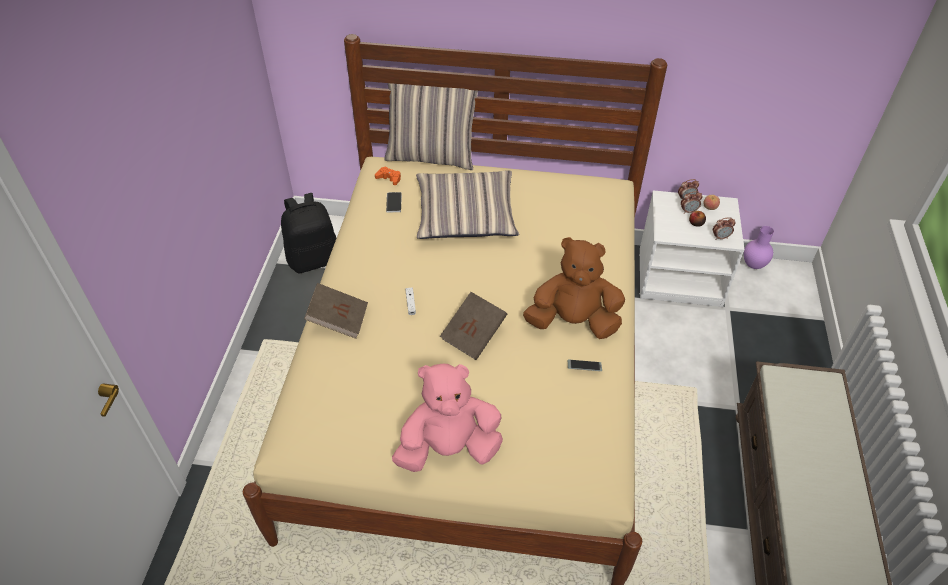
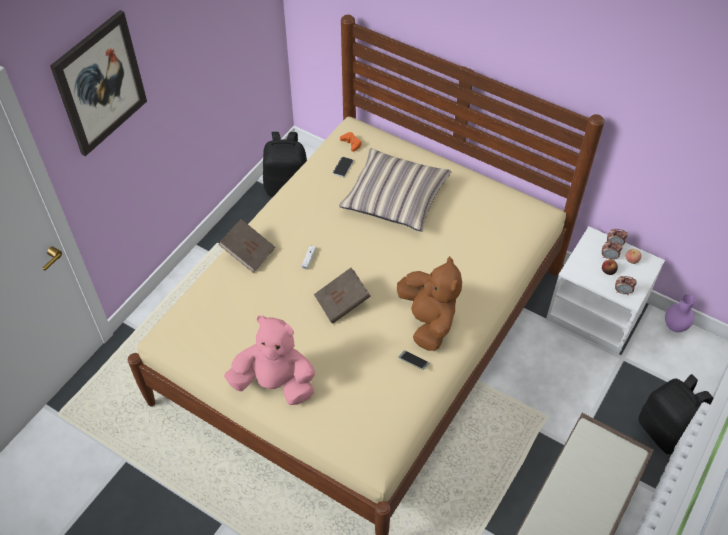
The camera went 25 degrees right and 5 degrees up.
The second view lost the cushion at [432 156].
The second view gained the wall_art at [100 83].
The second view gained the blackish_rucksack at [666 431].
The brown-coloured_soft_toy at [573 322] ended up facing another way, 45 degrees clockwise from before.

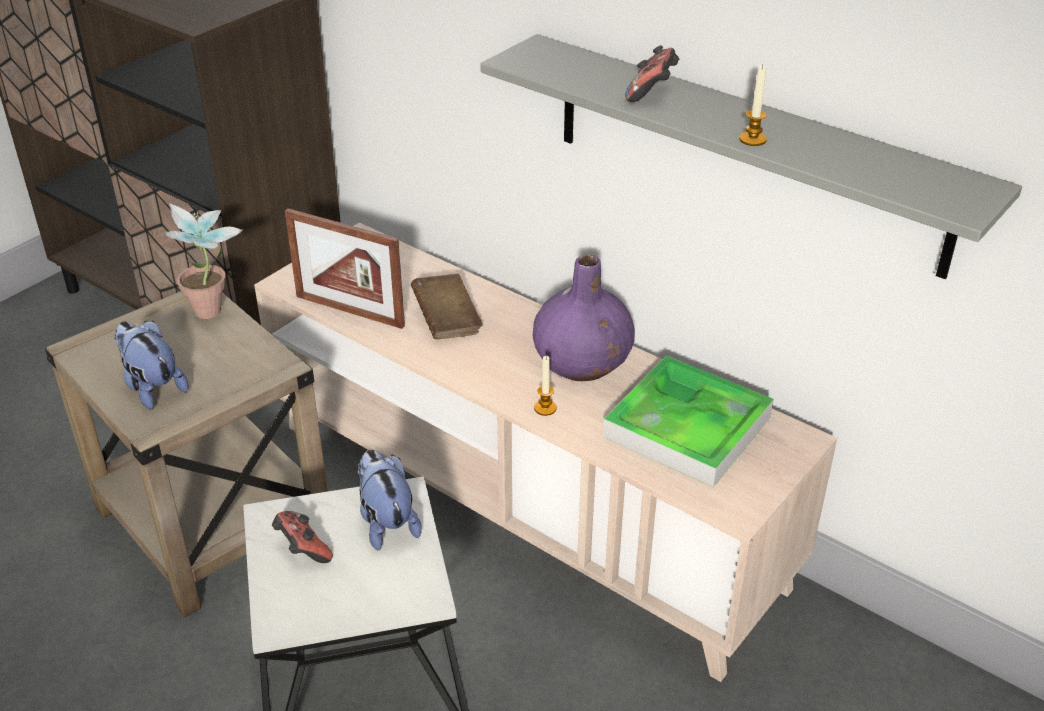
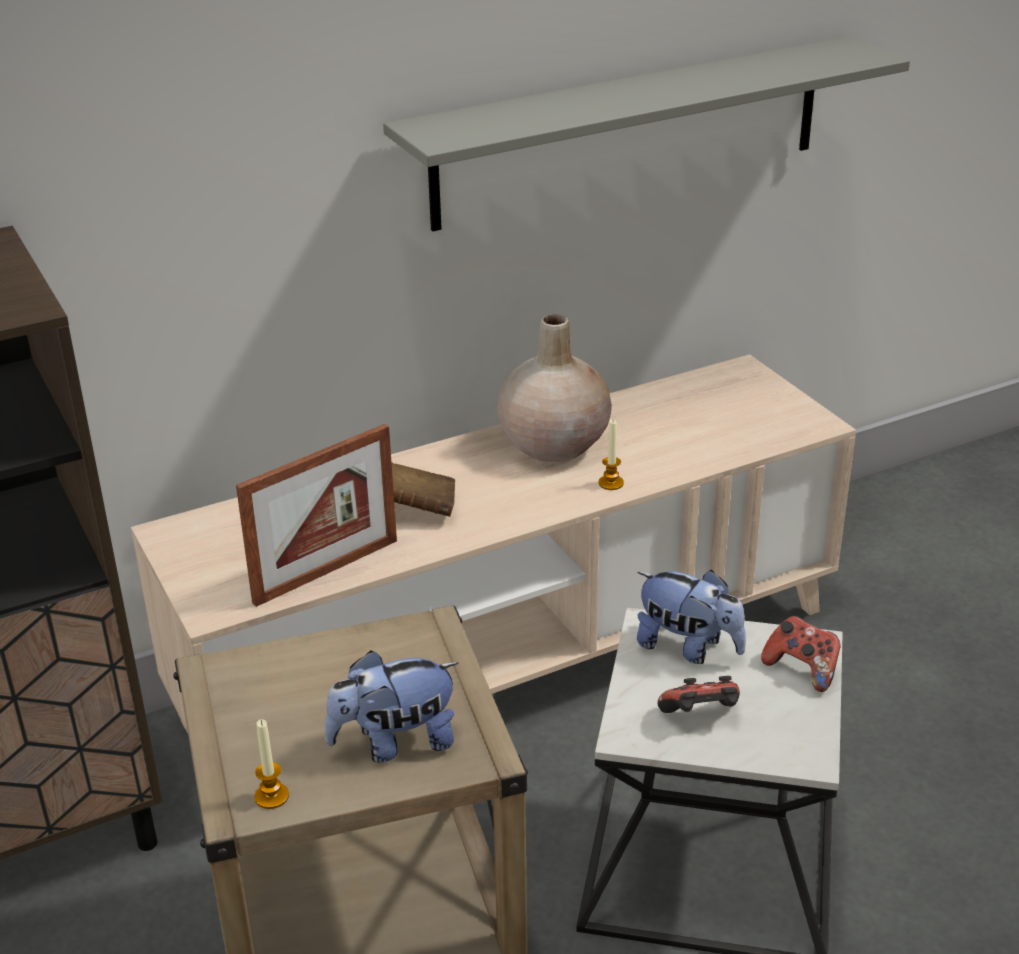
The camera went 65 degrees left and 5 degrees down.
The second view lost the houseplant at [214 315].
The second view lost the carrying_tray at [687 427].
The gamepad ended up elsewhere, having gone from [652 93] to [802 669].
The candle ended up elsewhere, having gone from [752 139] to [271 796].
What was the purple_flower_vase at [583 363] turned into the beige-coloured_flower_vase at [554 444].
The soft_toy at [386 522] ended up facing another way, 150 degrees counterclockwise from before.

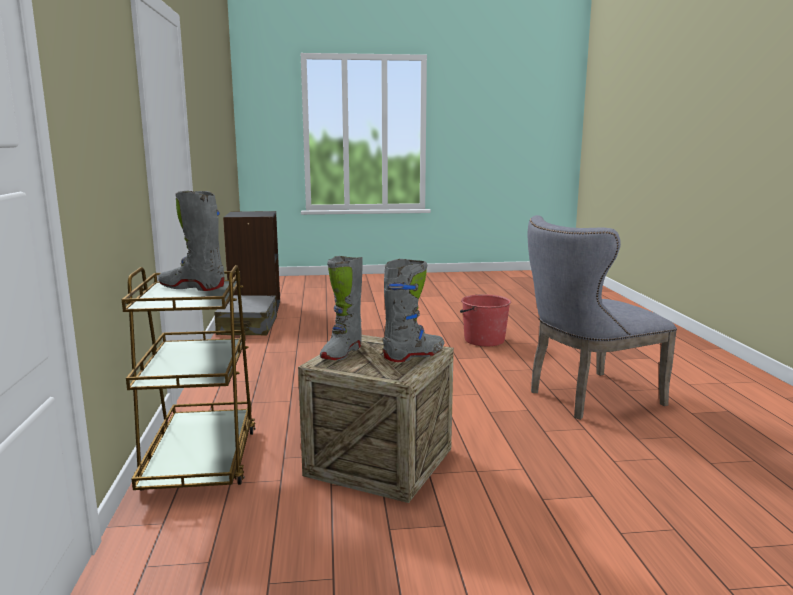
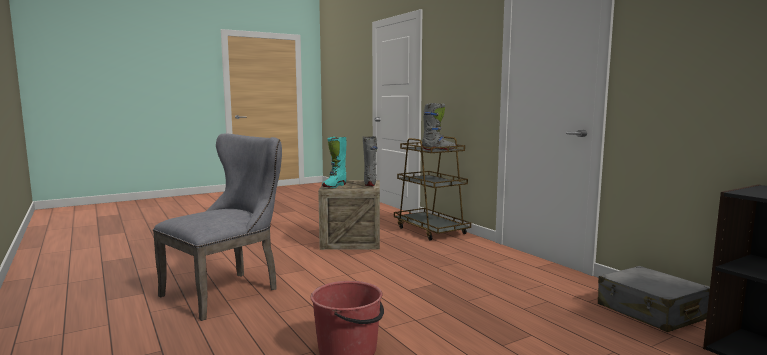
The camera went 155 degrees right and 5 degrees down.
What was the greyish_tall_boot at [414 355] turned into the turquoise-coloured_tall_boot at [334 186].

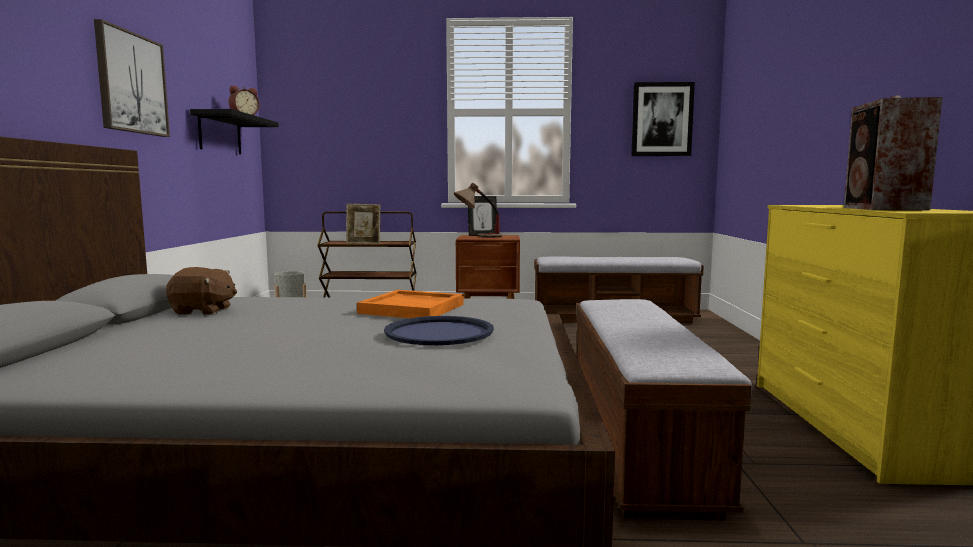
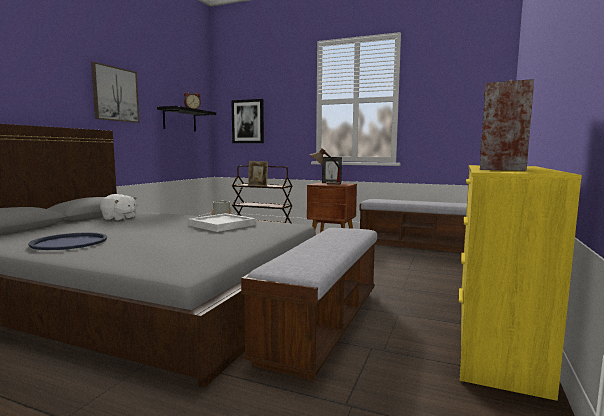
The camera went 20 degrees right and 0 degrees up.
The blue-coloured_carrying_tray ended up elsewhere, having gone from [439 332] to [69 242].
The wall_art ended up elsewhere, having gone from [662 119] to [248 121].
What was the brown-coloured_soft_toy at [203 311] turned into the white_soft_toy at [119 218].
What was the orangey_carrying_tray at [413 308] turned into the white_carrying_tray at [222 225].

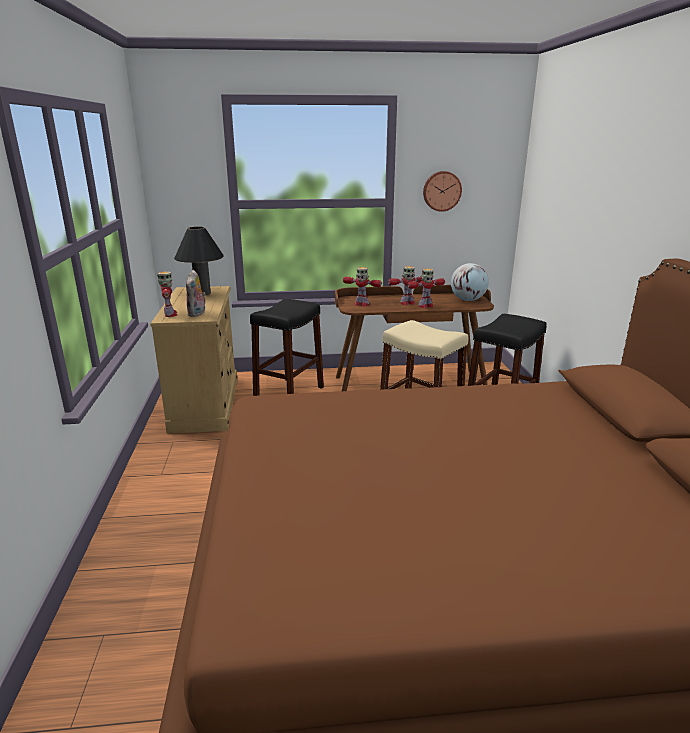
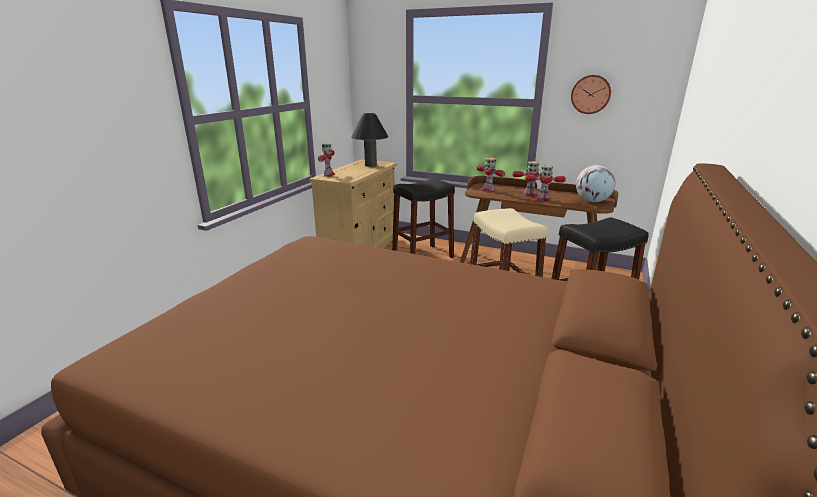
The camera went 30 degrees right and 0 degrees up.
The second view lost the soft_toy at [197 314].

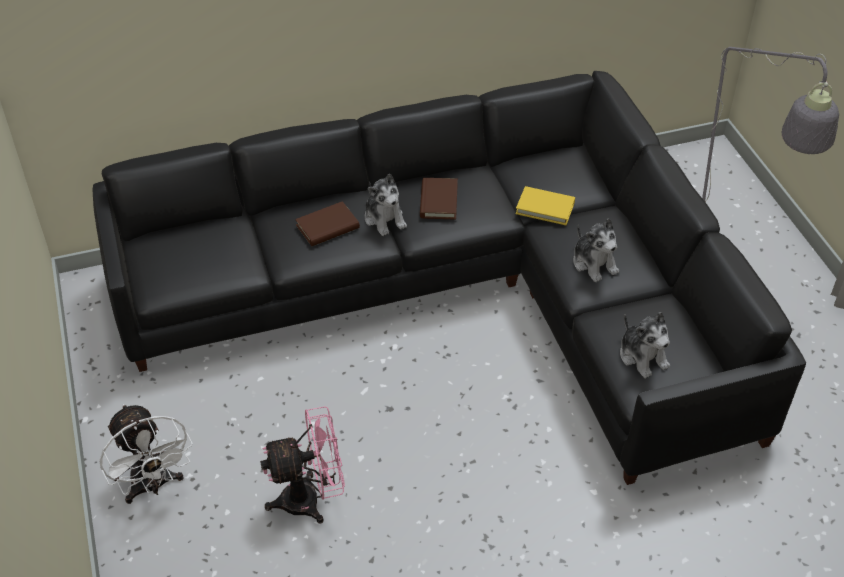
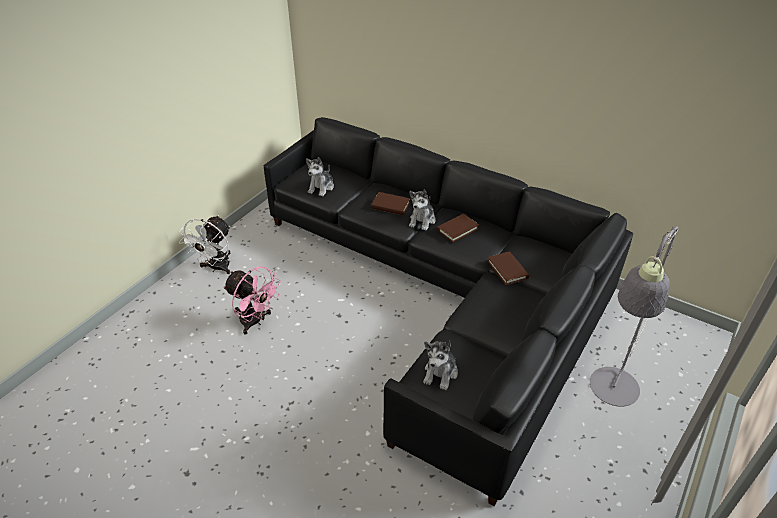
The camera went 50 degrees right and 5 degrees down.
The soft_toy ended up elsewhere, having gone from [594 263] to [321 187].
What was the yellowish_book at [545 208] turned into the brown-coloured_book at [507 270].

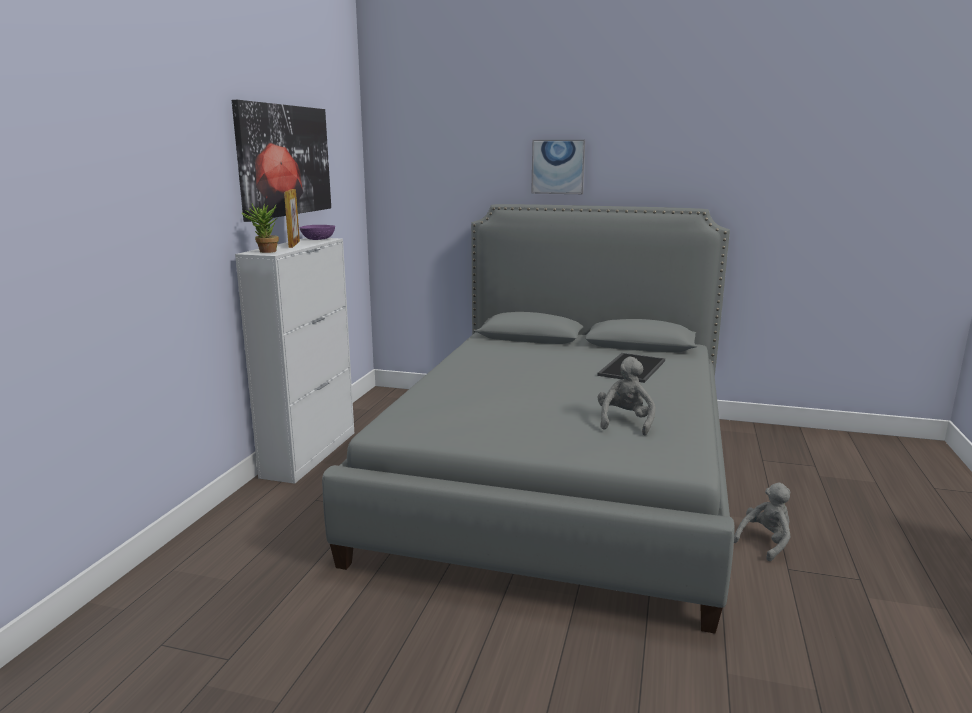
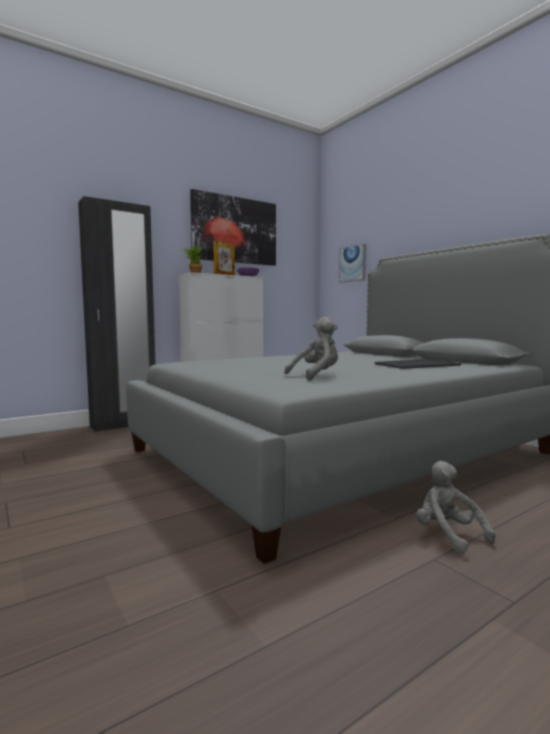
The camera went 40 degrees right and 10 degrees down.
The second view gained the blackish_clothes_cupboard at [124 424].
The wall_art ended up elsewhere, having gone from [558 167] to [352 264].
The greyish_soft_toy at [765 542] ended up facing another way, 120 degrees counterclockwise from before.

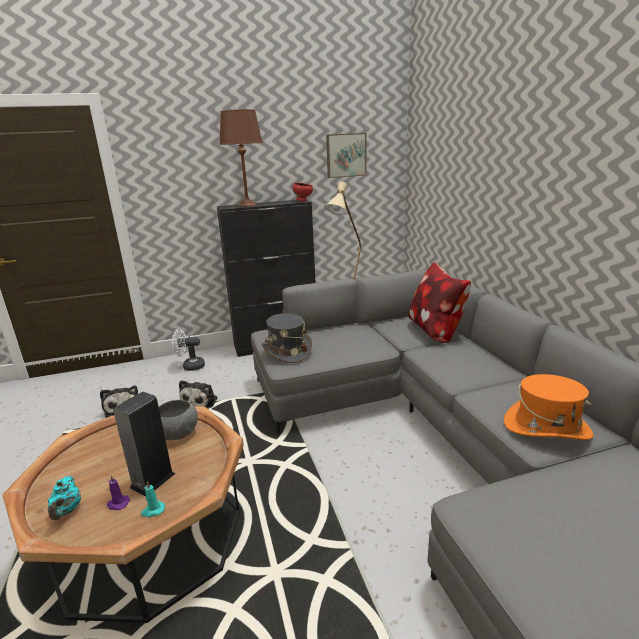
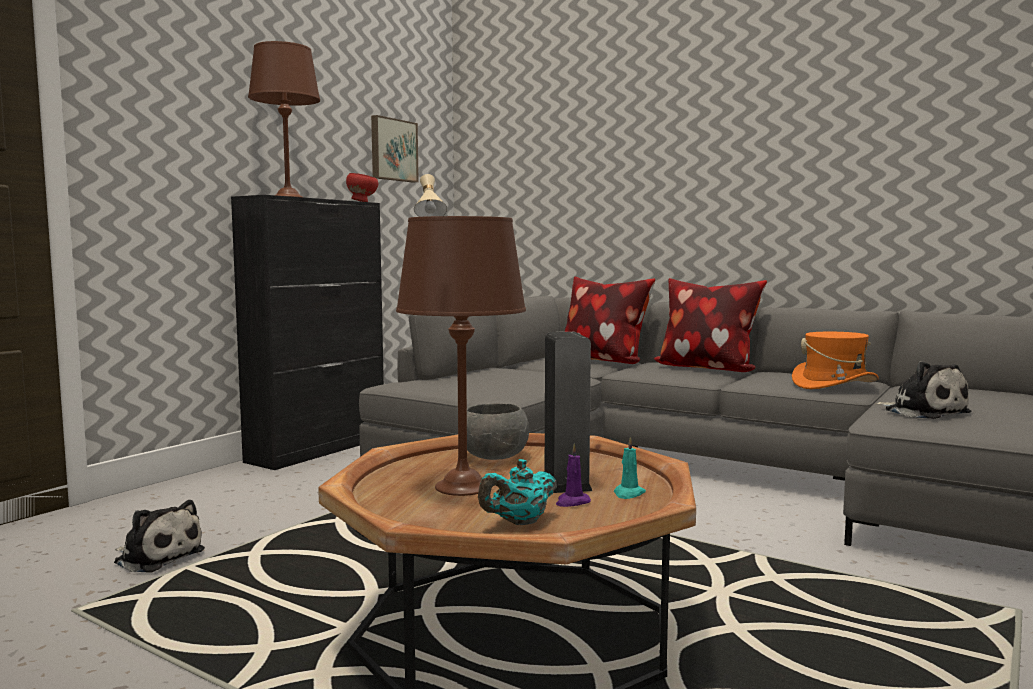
The camera went 40 degrees left and 15 degrees down.
The second view lost the white_electric_fan at [190 366].
The second view lost the greyish_hat at [287 351].
The second view gained the brown-coloured_table_lamp at [463 487].
The second view gained the cushion at [706 368].
The soft_toy ended up elsewhere, having gone from [201 401] to [923 412].
The turquoise-coloured_pot_for_tea at [67 511] ended up facing another way, 105 degrees clockwise from before.

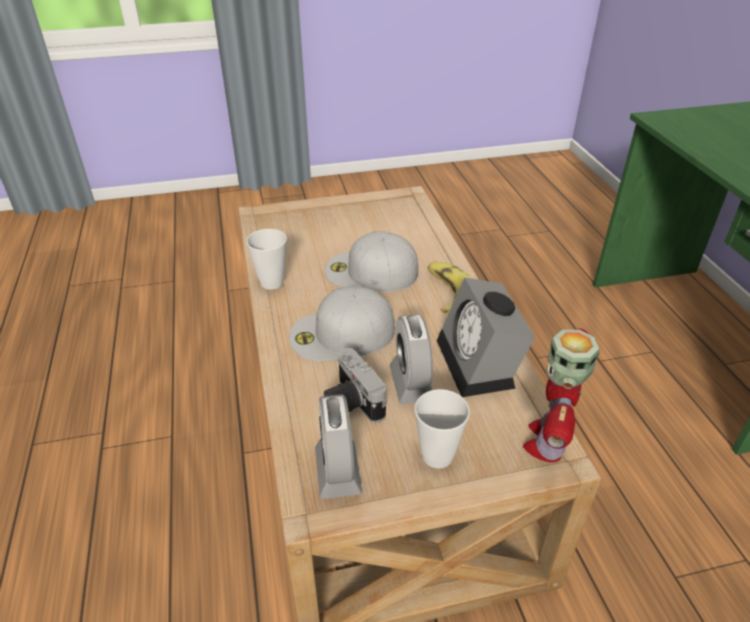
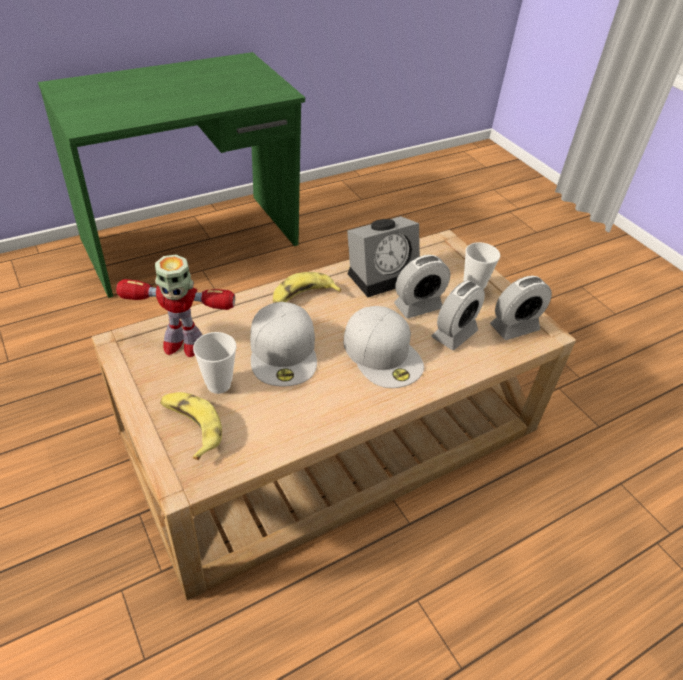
The camera went 110 degrees left and 5 degrees up.
The second view gained the whole_banana at [191 427].
The drinking_cup ended up elsewhere, having gone from [272 282] to [218 384].
The toy_robot ended up elsewhere, having gone from [548 440] to [182 344].
Where the still_camera stood at [350 403], the alarm_clock came to stand at [454 334].

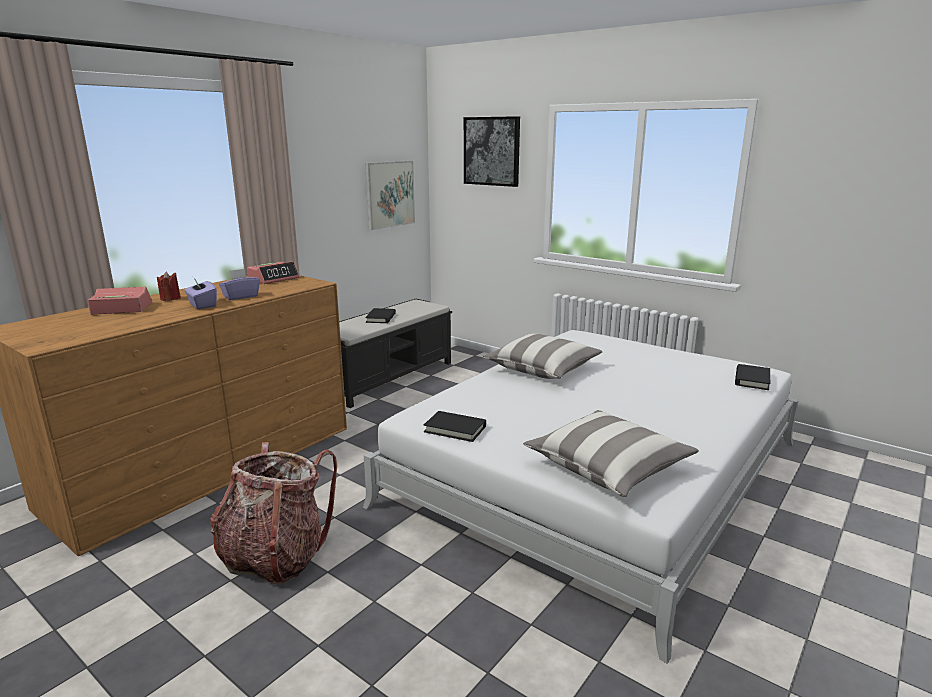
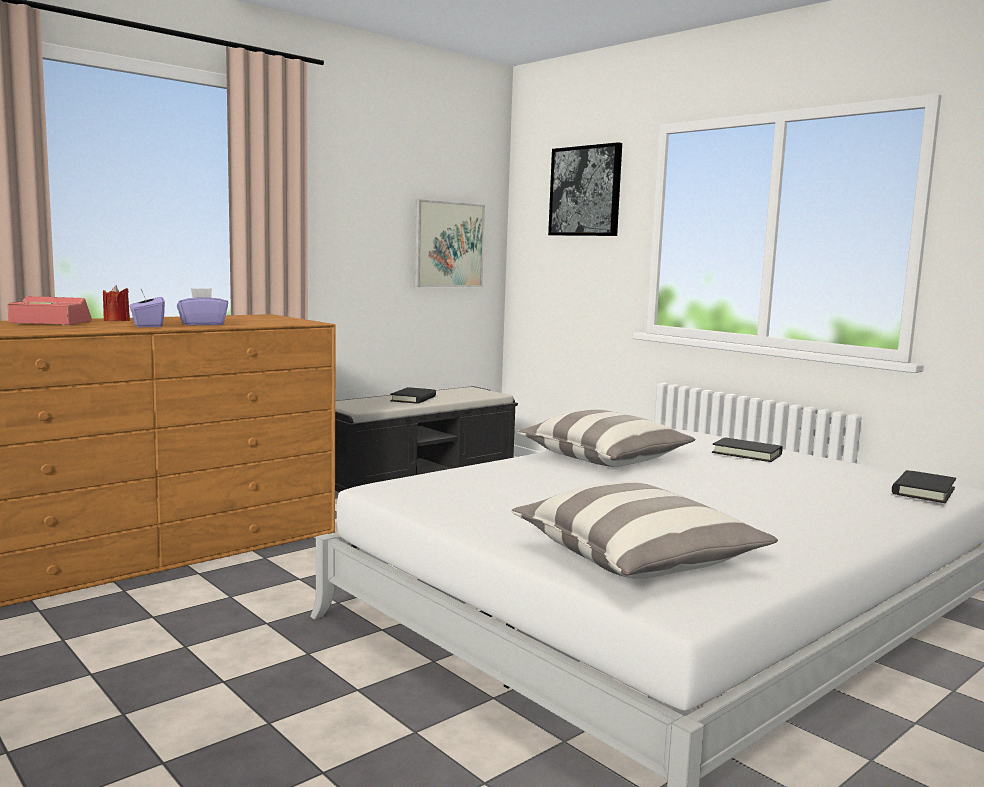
The camera went 10 degrees right and 10 degrees down.
The second view lost the rucksack at [276 556].
The second view lost the alarm_clock at [274 279].
The blackish_book ended up elsewhere, having gone from [455 429] to [747 453].

